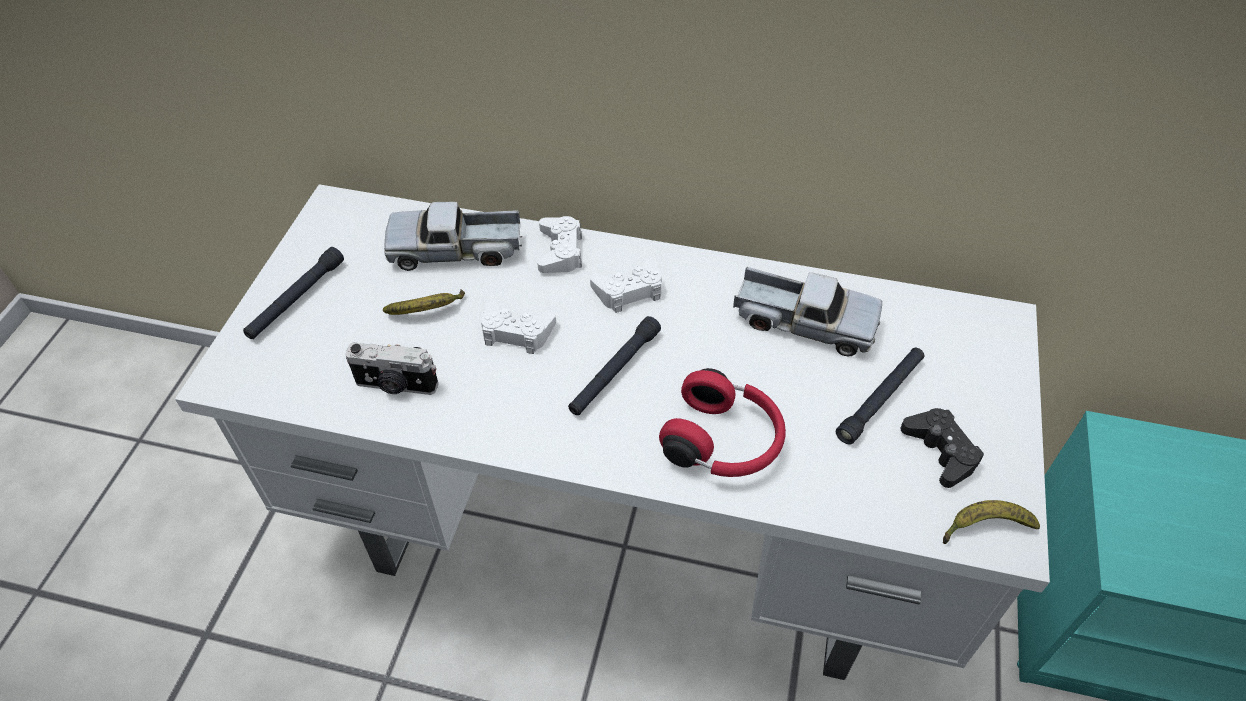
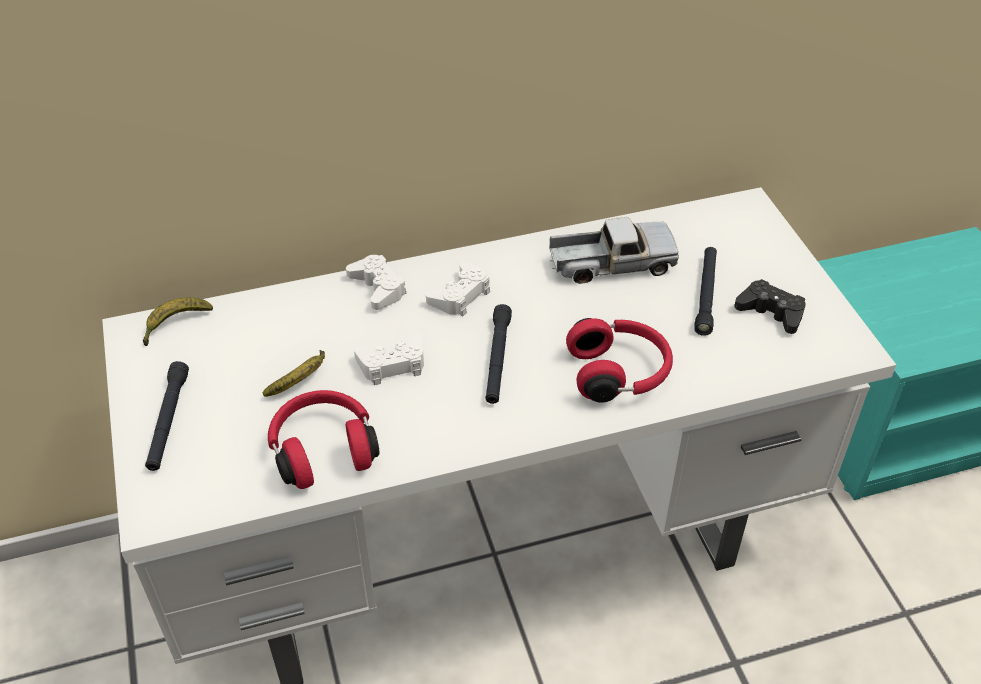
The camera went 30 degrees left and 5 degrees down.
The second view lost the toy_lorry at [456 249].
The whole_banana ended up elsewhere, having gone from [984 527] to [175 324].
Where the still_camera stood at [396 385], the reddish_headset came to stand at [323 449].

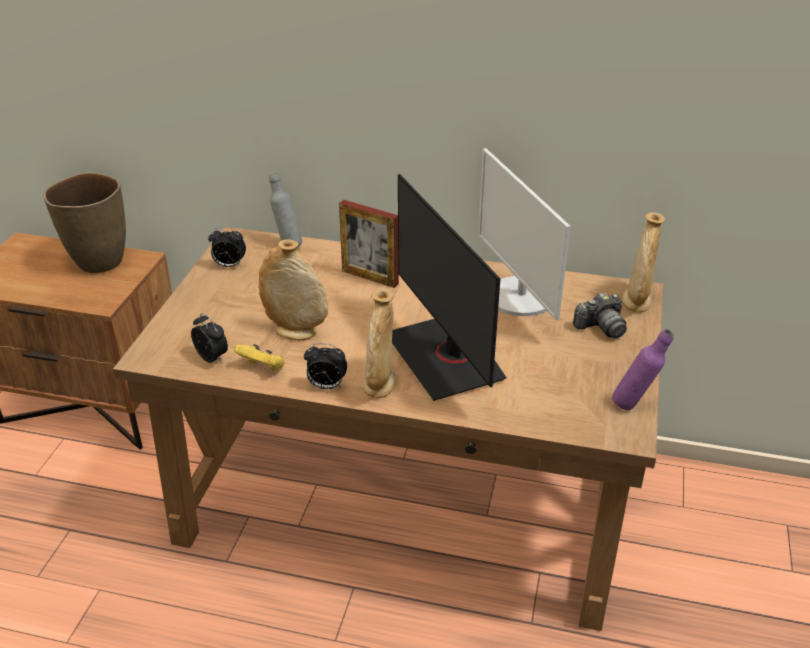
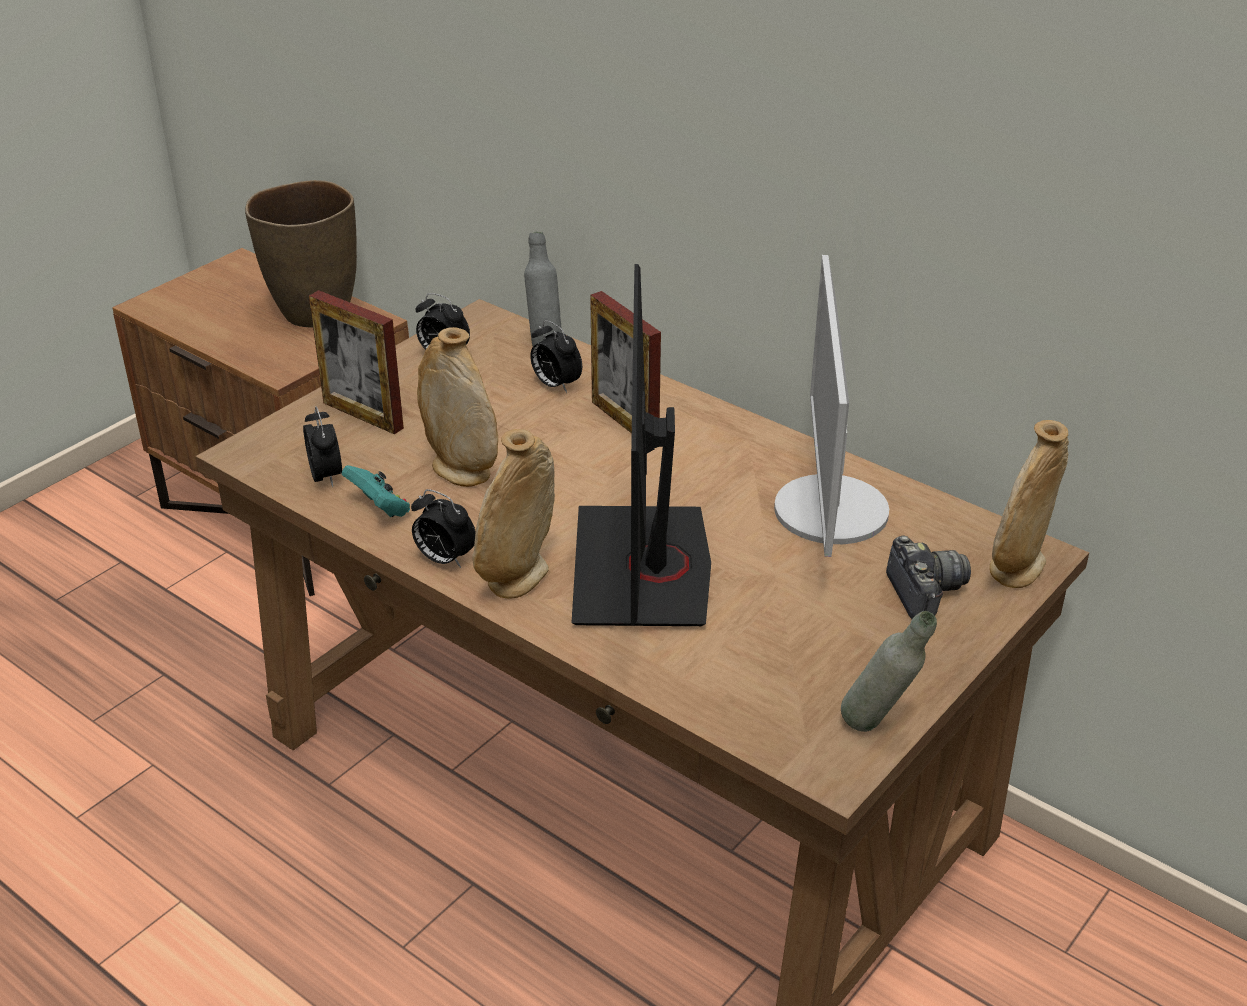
The camera went 25 degrees right and 0 degrees up.
The second view gained the standing_frame at [363 415].
The second view gained the alarm_clock at [555 385].
What was the yellowish_gamepad at [263 367] turned into the turquoise-coloured_gamepad at [380 509].
What was the purple_beverage_bottle at [634 405] turned into the greyish_beverage_bottle at [879 728].
The still_camera at [601 327] ended up facing another way, 105 degrees counterclockwise from before.

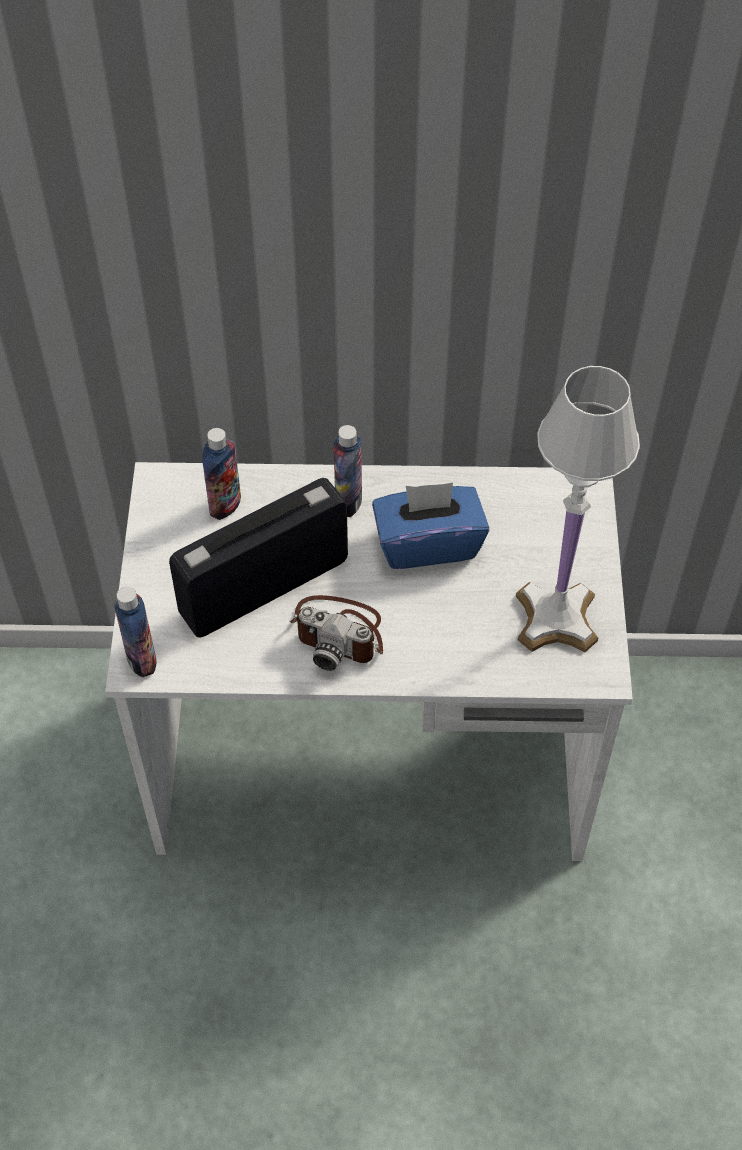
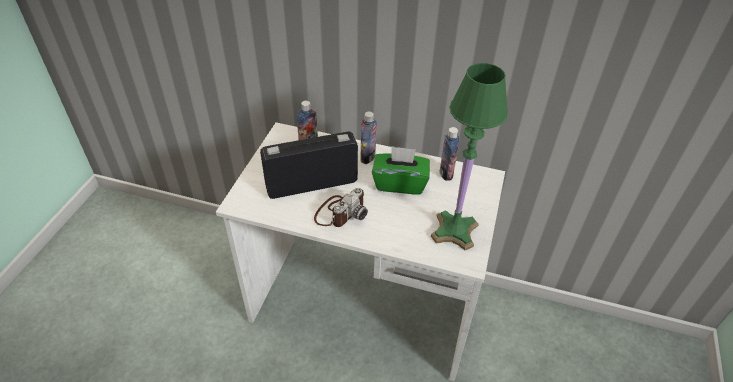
The camera went 15 degrees right and 10 degrees down.
The beverage_bottle ended up elsewhere, having gone from [141 659] to [446 173].
What was the blue-coloured_box_of_tissues at [428 543] turned into the greenish_box_of_tissues at [400 183].
What was the white_table_lamp at [556 617] turned into the greenish_table_lamp at [454 230].
The still_camera at [339 633] ended up facing another way, 90 degrees counterclockwise from before.

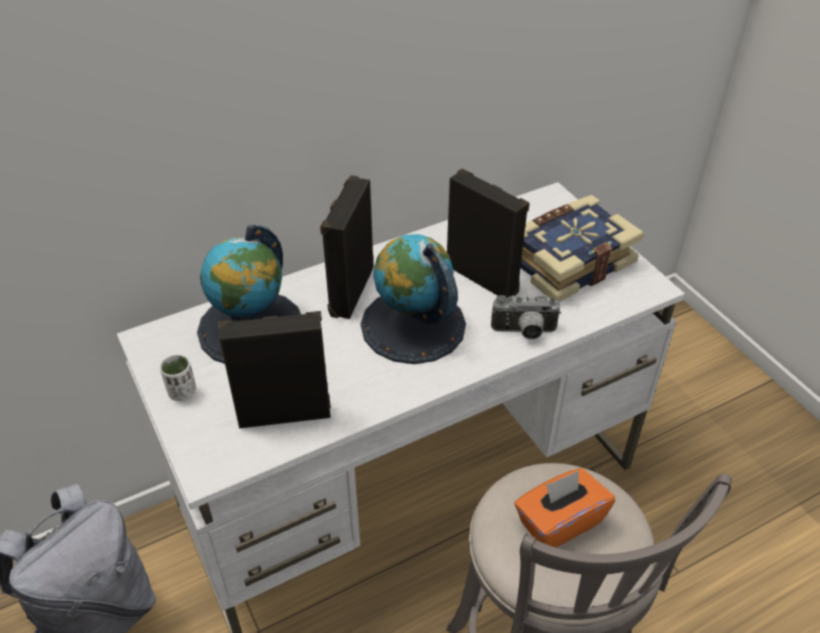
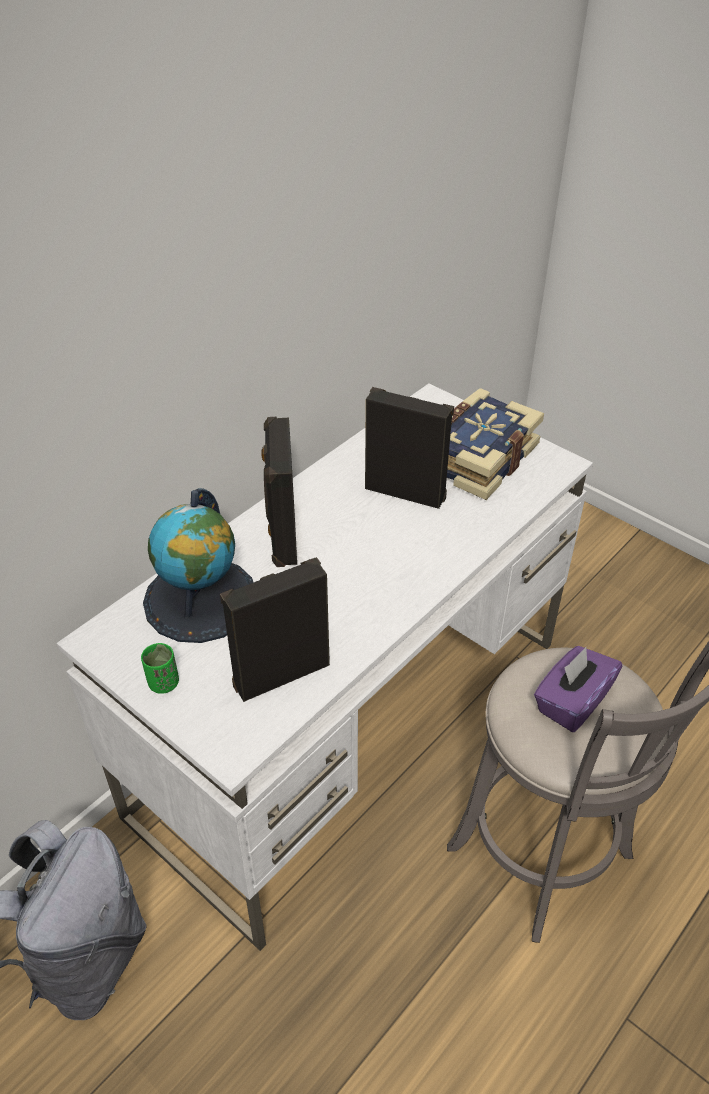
The camera went 20 degrees left and 0 degrees up.
The second view lost the world_globe at [412 325].
The second view lost the still_camera at [524 333].
What was the white_drinking_cup at [182 392] turned into the greenish_drinking_cup at [163 683].
What was the orangey_box_of_tissues at [559 522] turned into the purple_box_of_tissues at [572 702].

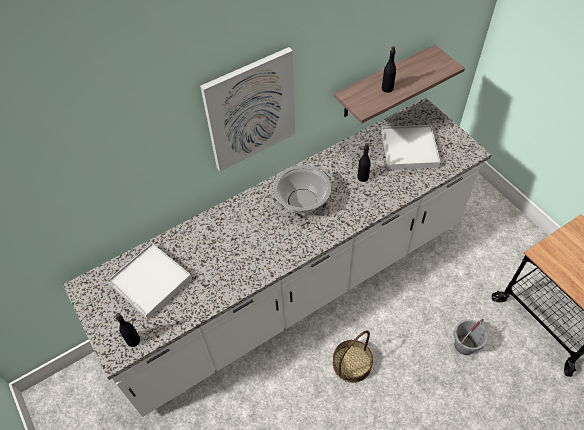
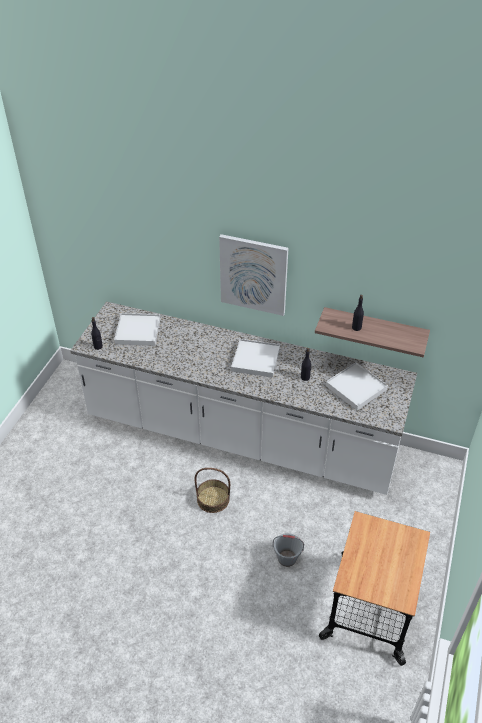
The camera went 50 degrees right and 10 degrees down.
Where the saucepot stood at [302 201], the white_carrying_tray came to stand at [255 360].

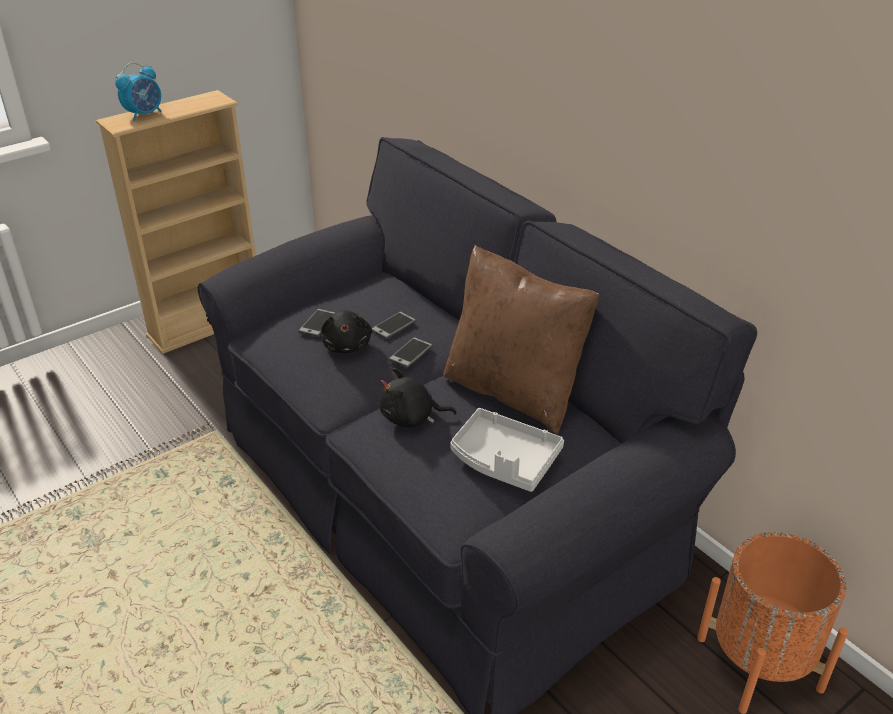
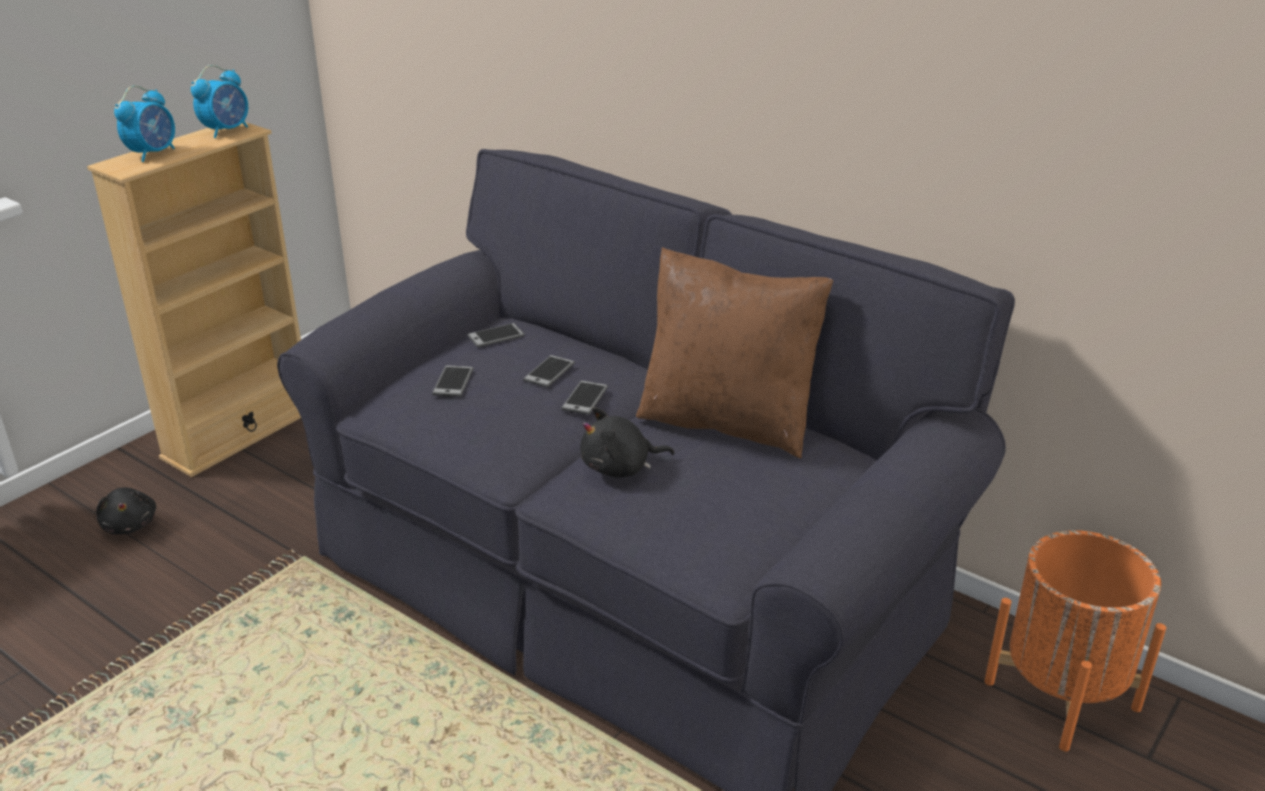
The camera went 15 degrees left and 5 degrees down.
The second view lost the greyish_carrying_tray at [504 460].
The second view gained the alarm_clock at [227 131].
The second view gained the telephone at [496 336].
The blackish_soft_toy ended up elsewhere, having gone from [347 345] to [130 525].

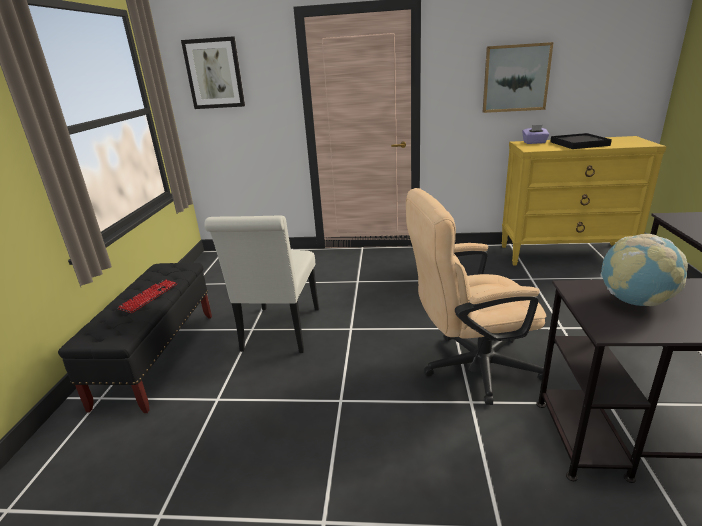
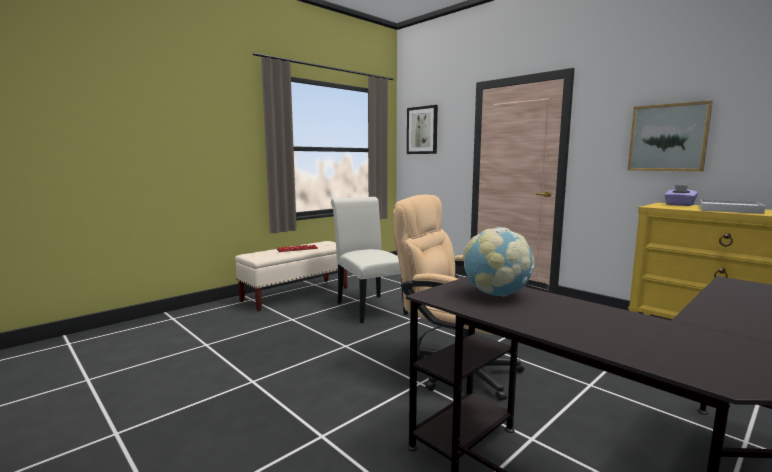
The camera went 40 degrees right and 15 degrees down.
What was the blackish_indoor_bench at [158 358] turned into the beige-coloured_indoor_bench at [296 294].
What was the blackish_carrying_tray at [579 144] turned into the white_carrying_tray at [729 209].
The white_upright_chair at [279 333] ended up facing another way, 105 degrees clockwise from before.

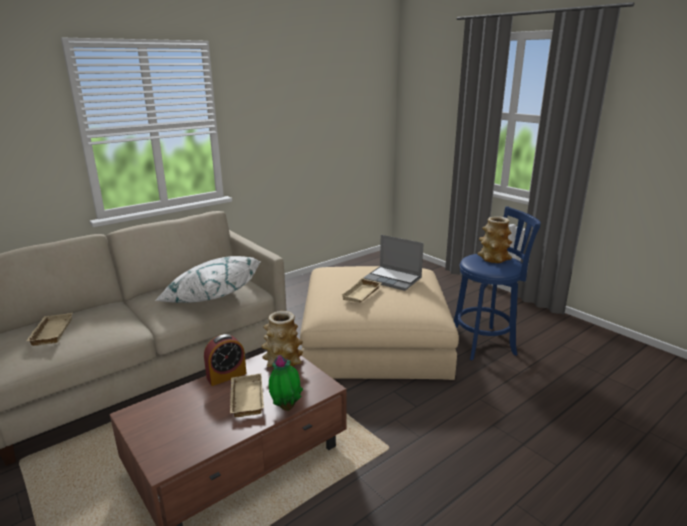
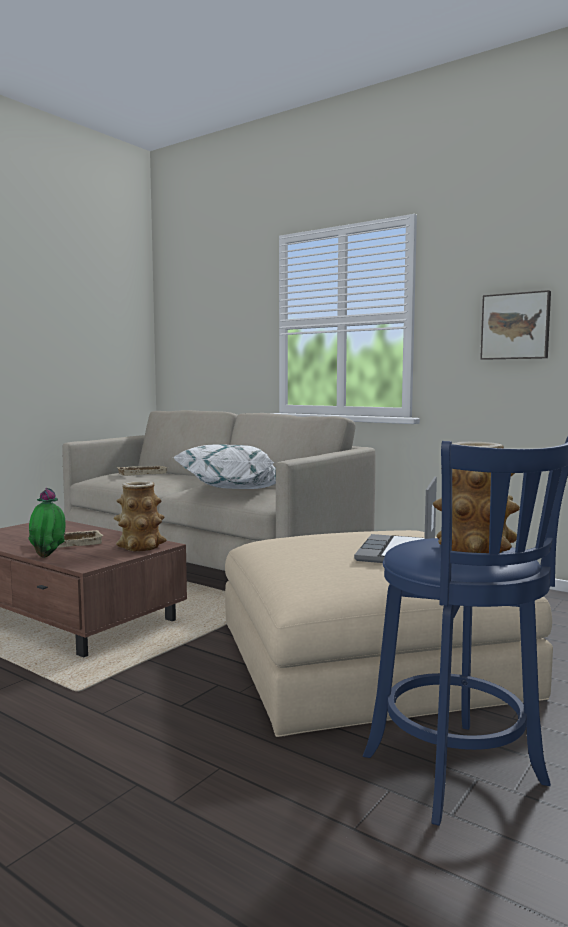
The camera went 75 degrees right and 15 degrees down.
The second view lost the alarm_clock at [226 376].
The second view lost the beige-coloured_carrying_tray at [362 294].
The second view gained the wall_art at [515 326].

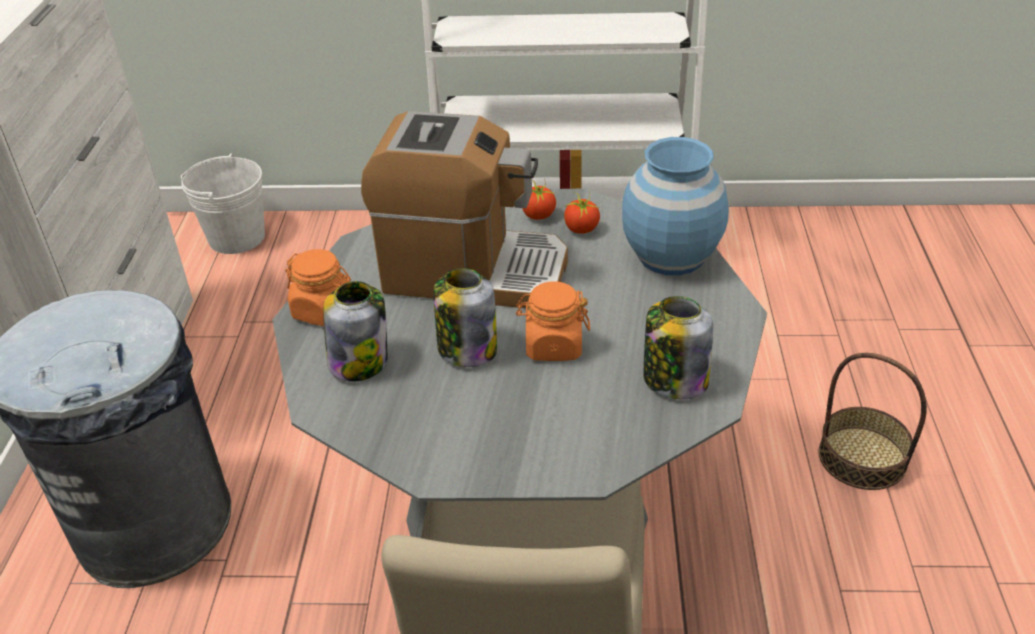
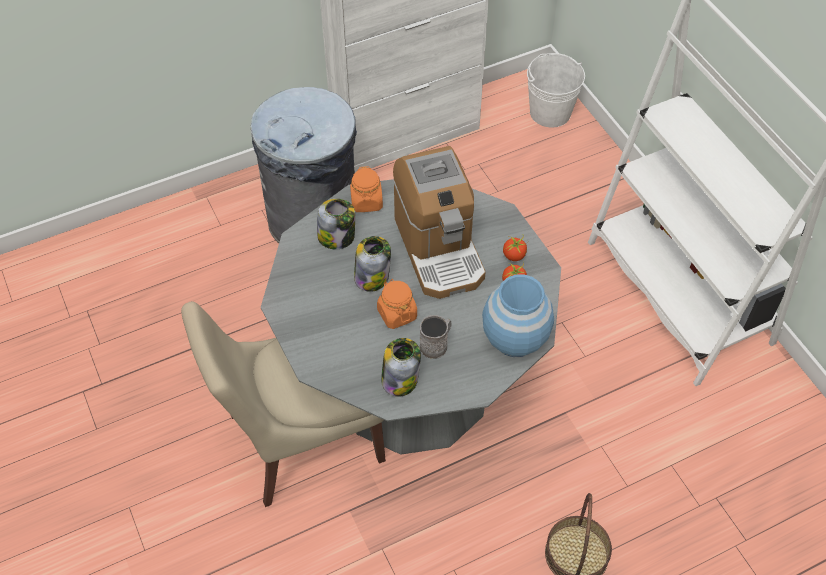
The camera went 60 degrees right and 15 degrees up.
The second view gained the greyish_tea_mug at [436 344].

